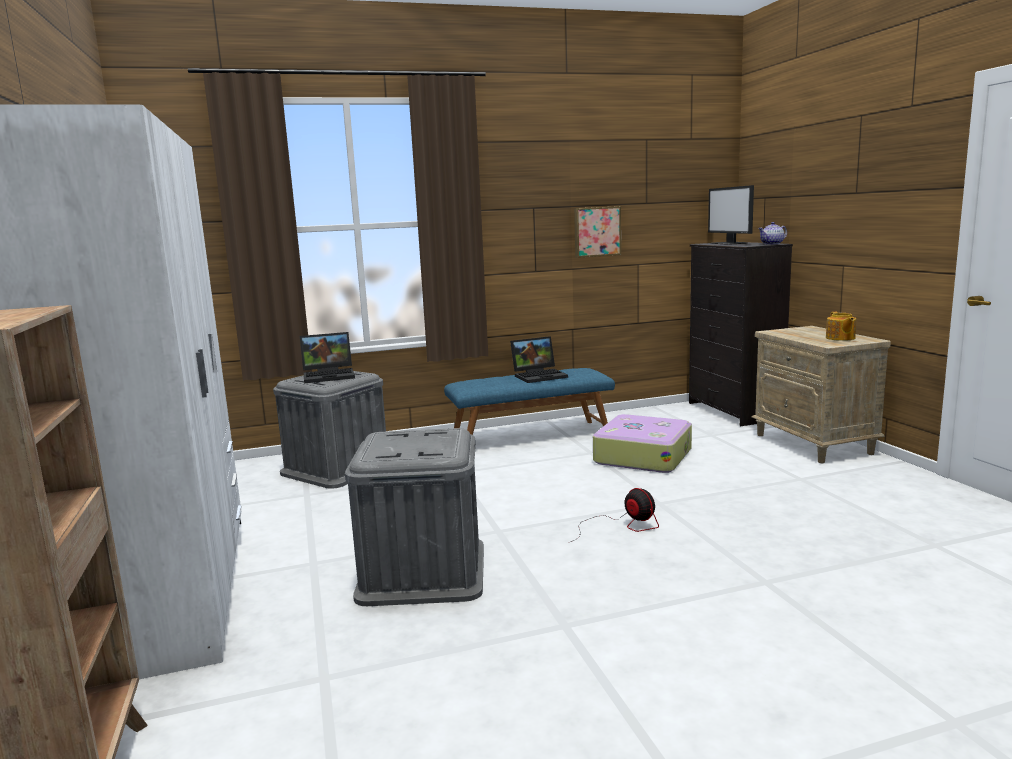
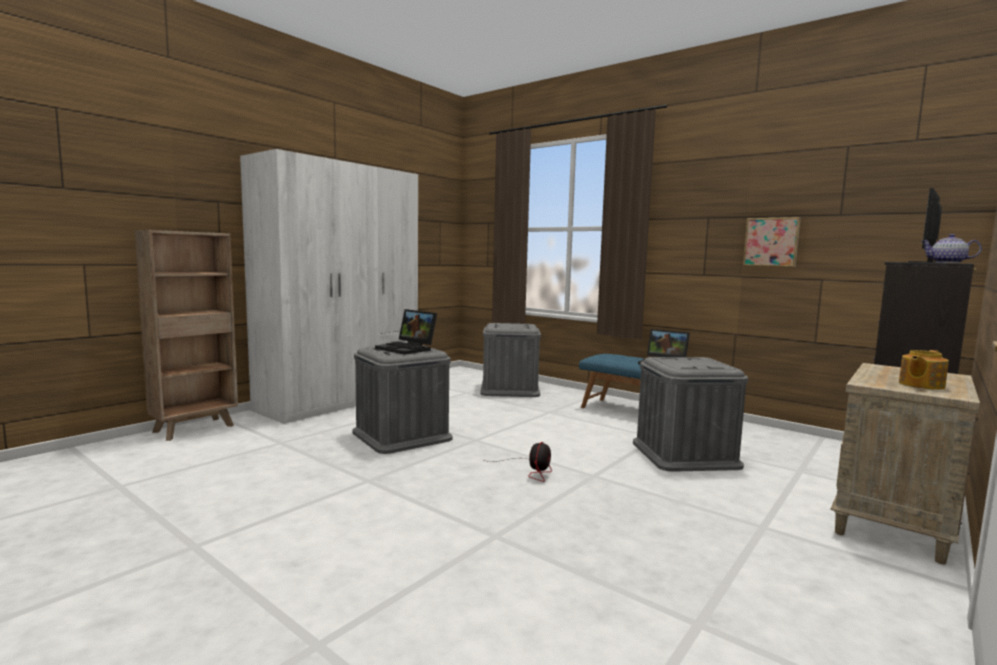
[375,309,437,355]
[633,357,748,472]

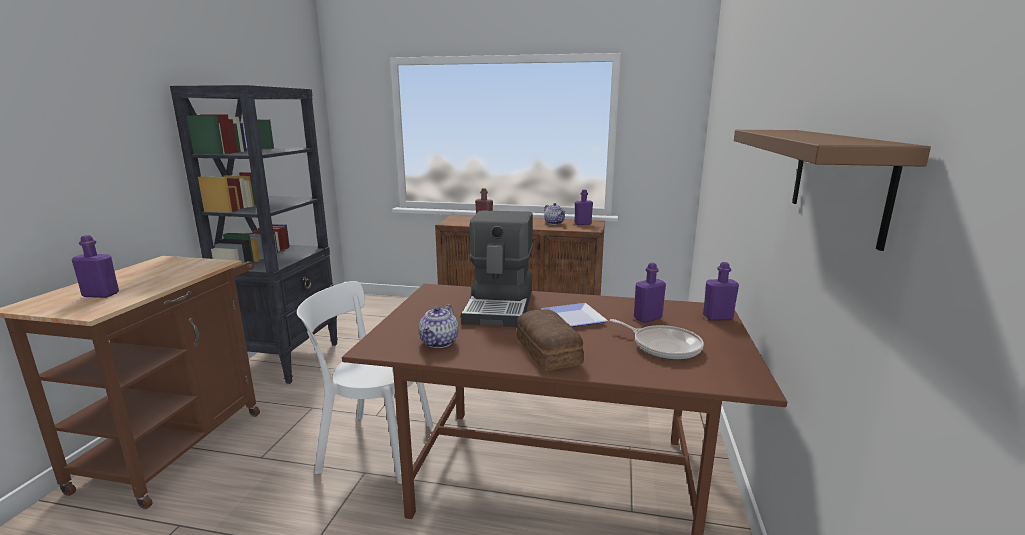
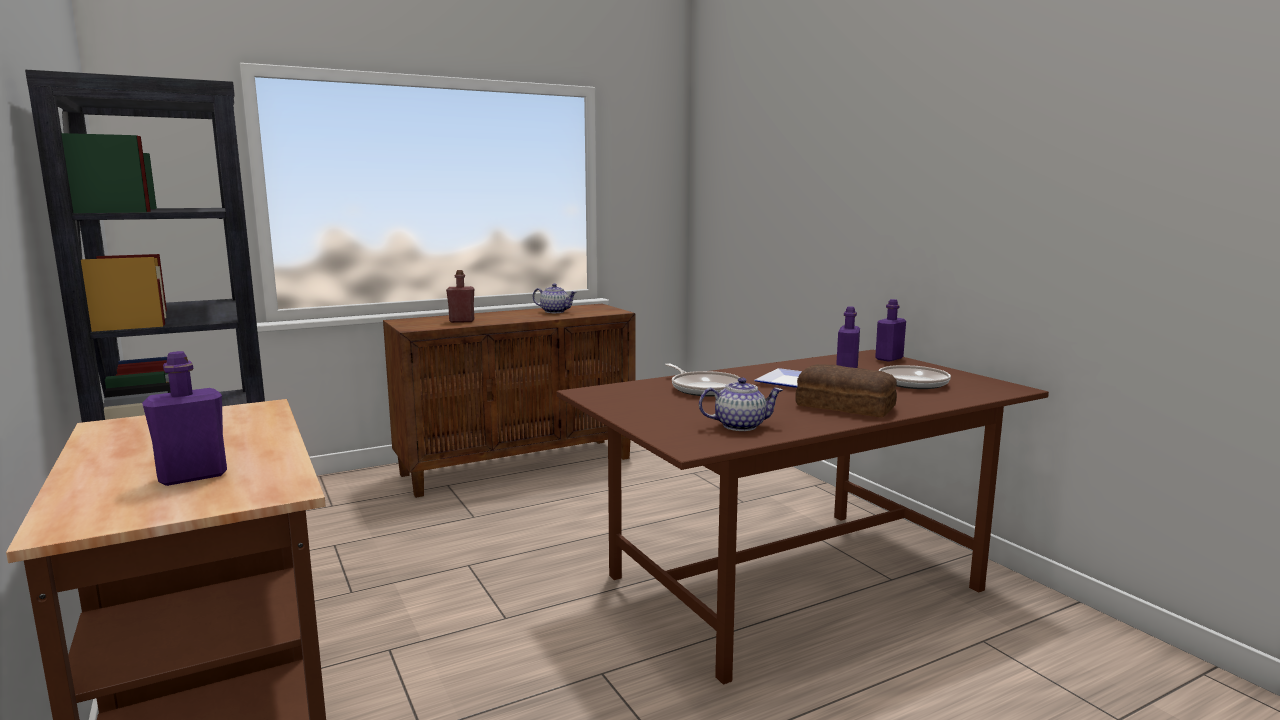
[665,363,741,396]
[699,377,783,431]
[297,281,433,484] (first image)
[574,190,593,225] (first image)
[734,130,931,251] (first image)

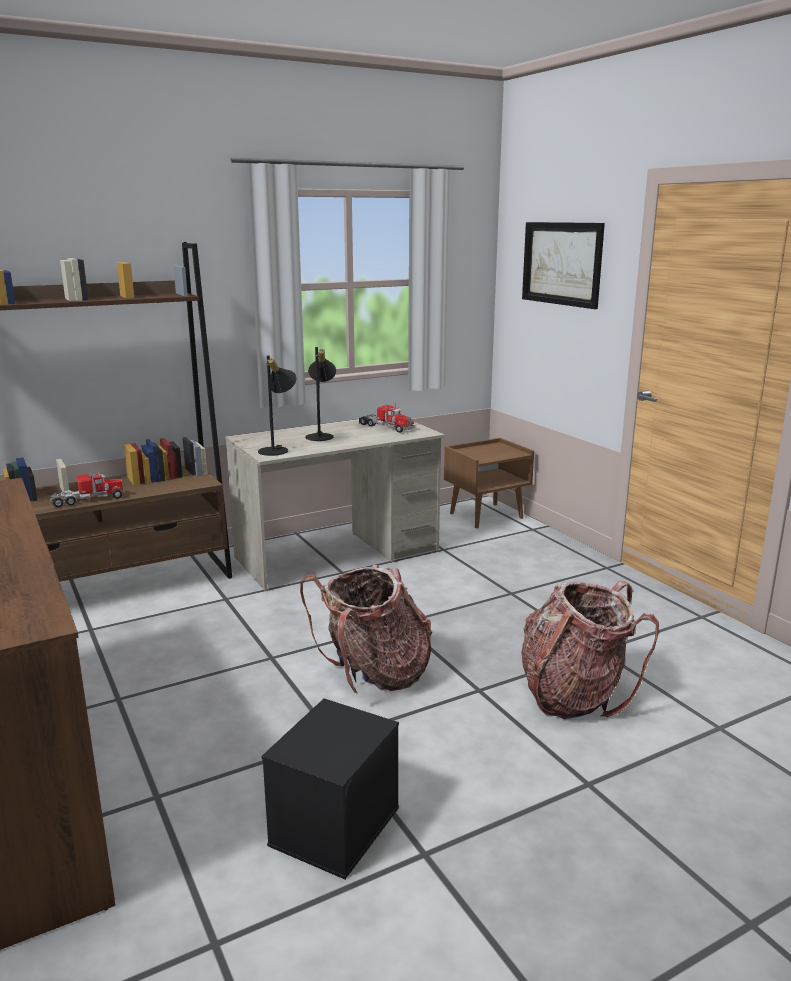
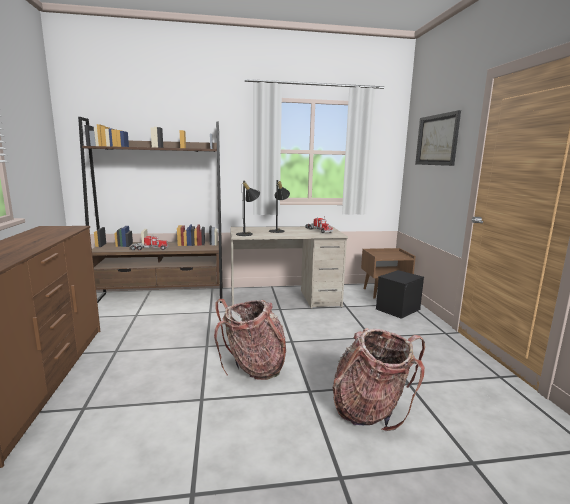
[376,270,424,319]

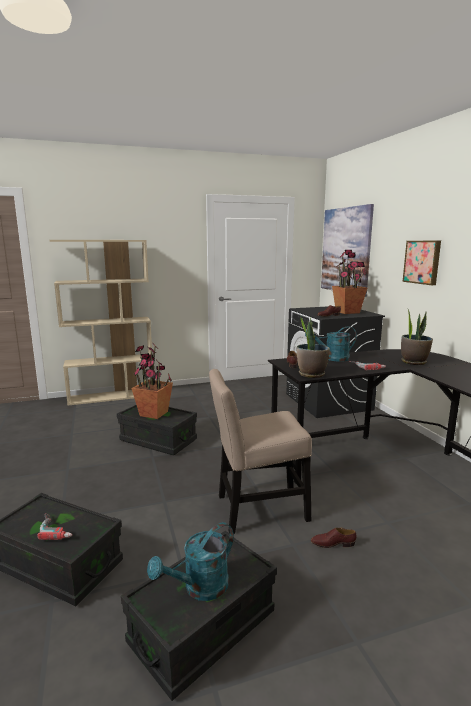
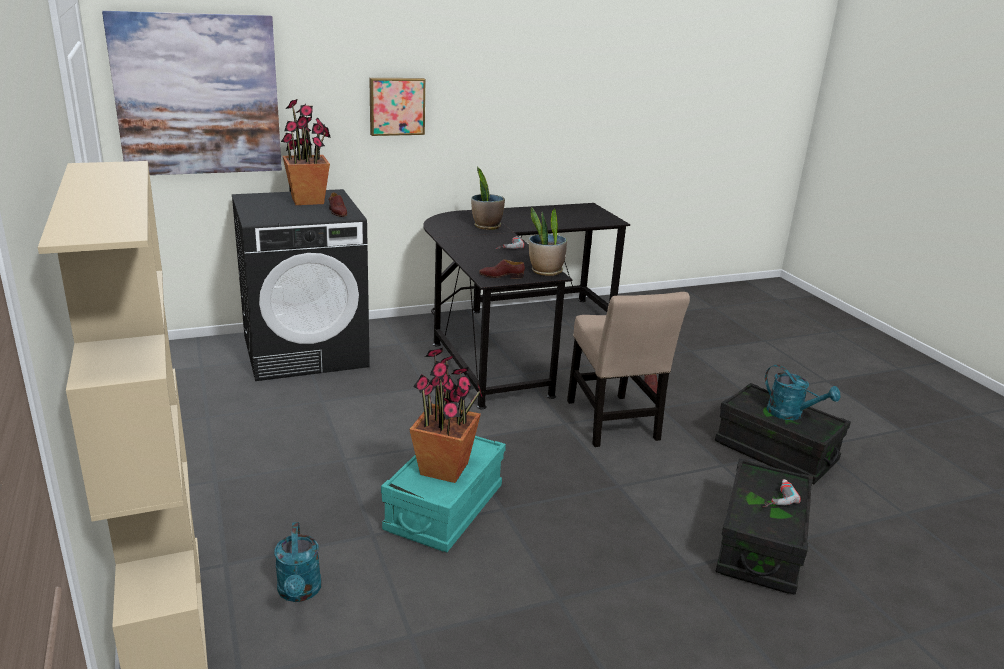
[274,522,321,602]
[381,436,506,552]

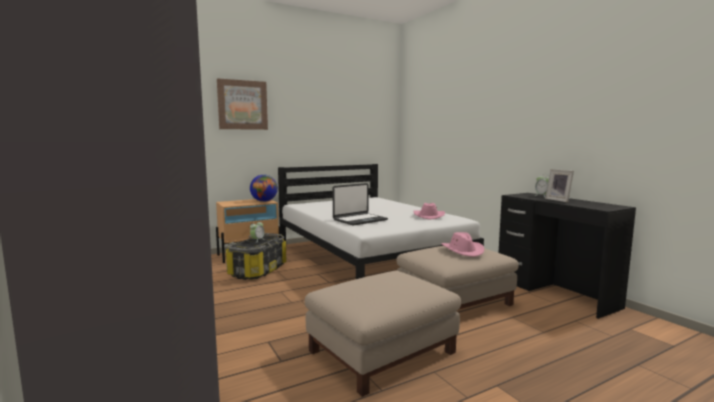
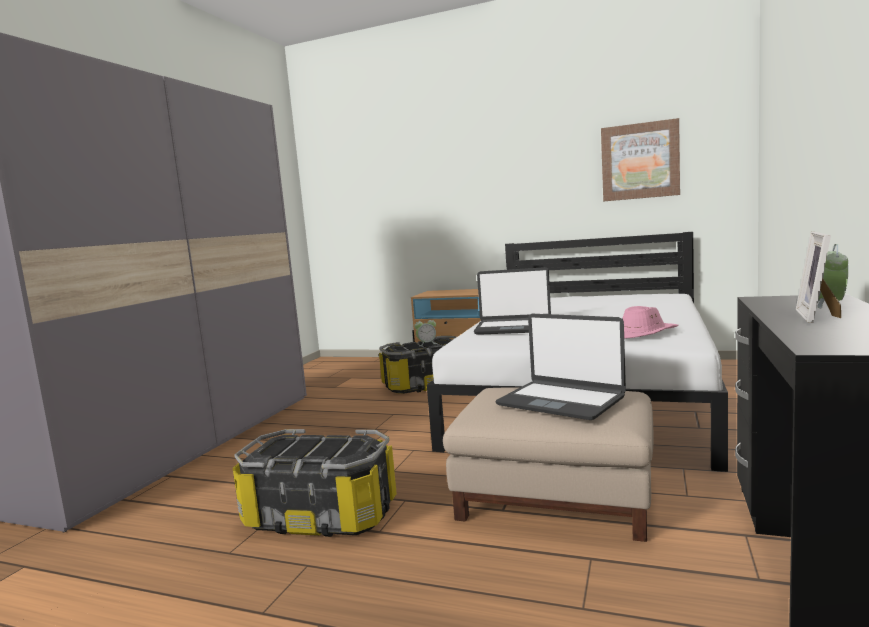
[233,429,397,537]
[495,314,626,420]
[601,118,680,201]
[250,174,278,202] (first image)

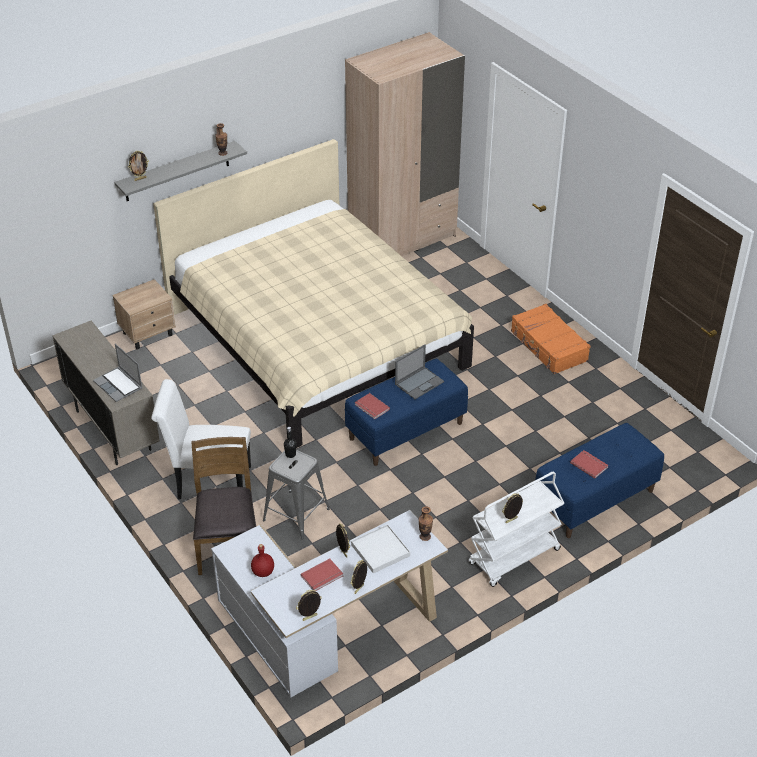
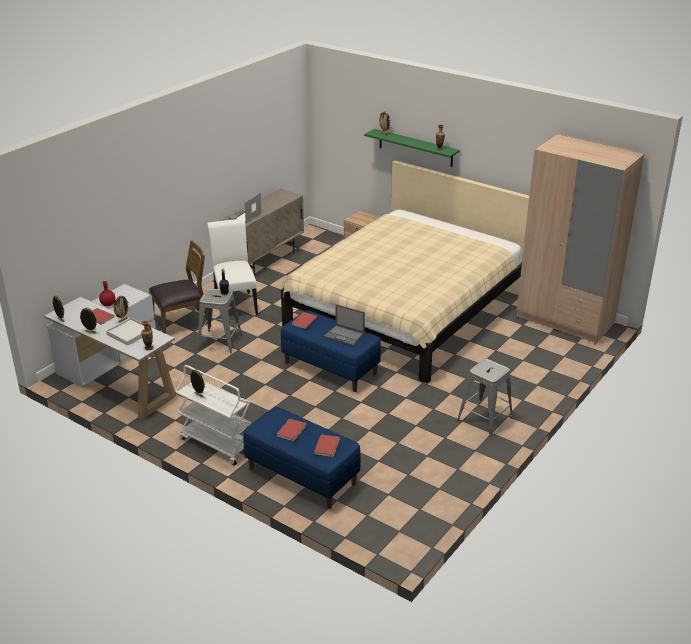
[314,435,340,457]
[364,129,460,167]
[457,359,513,437]

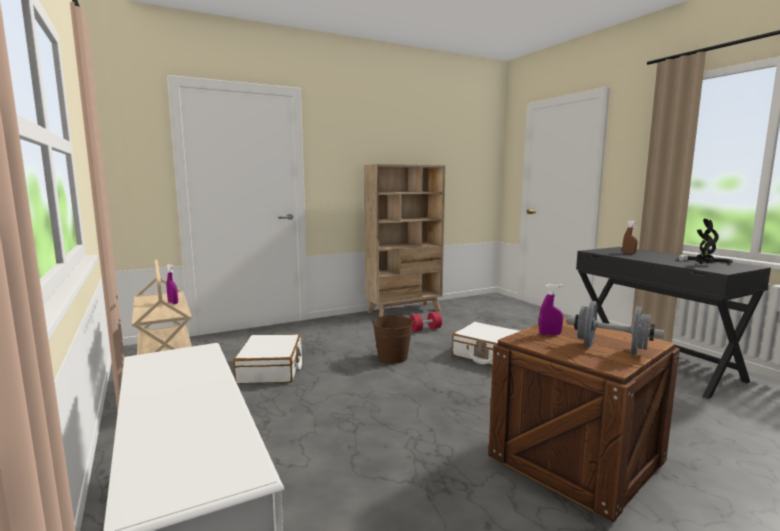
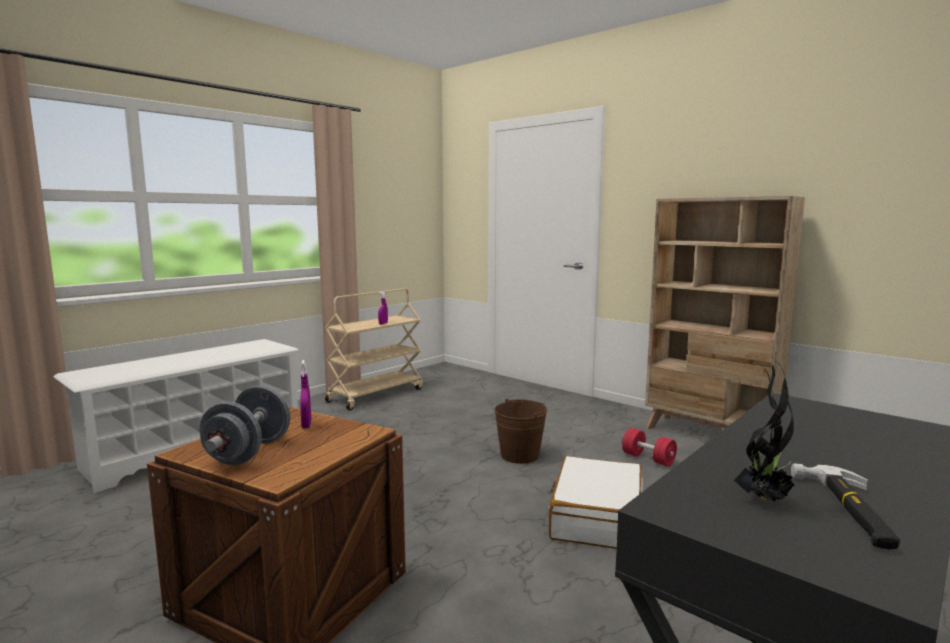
[233,334,302,384] (first image)
[623,221,638,254] (first image)

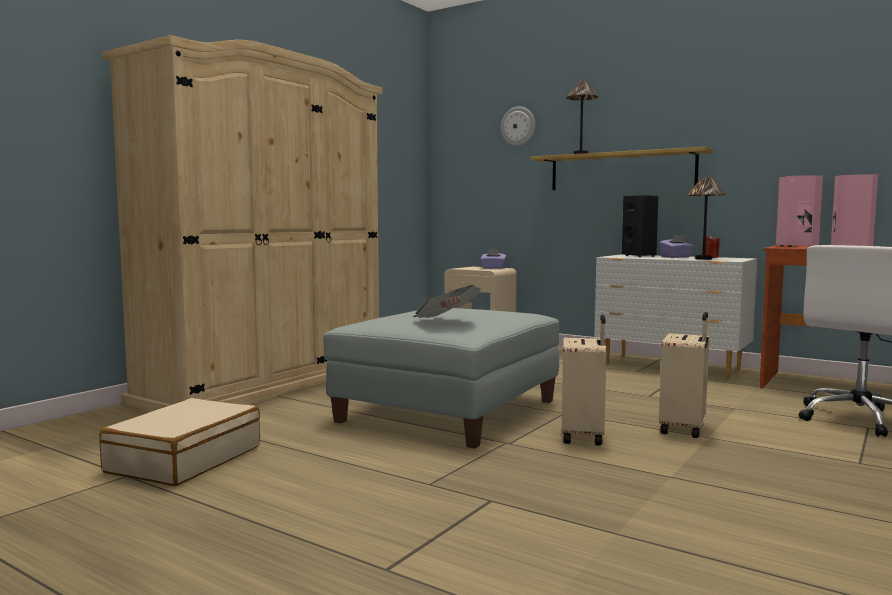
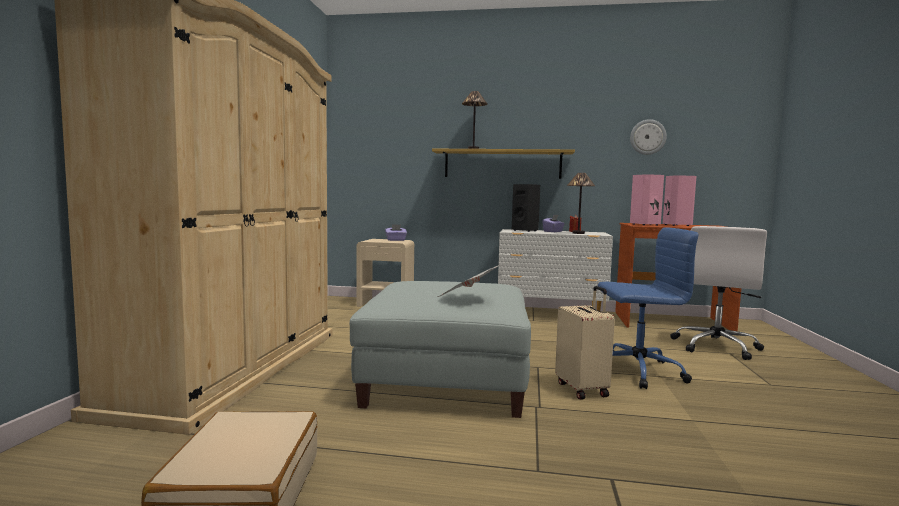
[598,227,698,389]
[630,119,667,155]

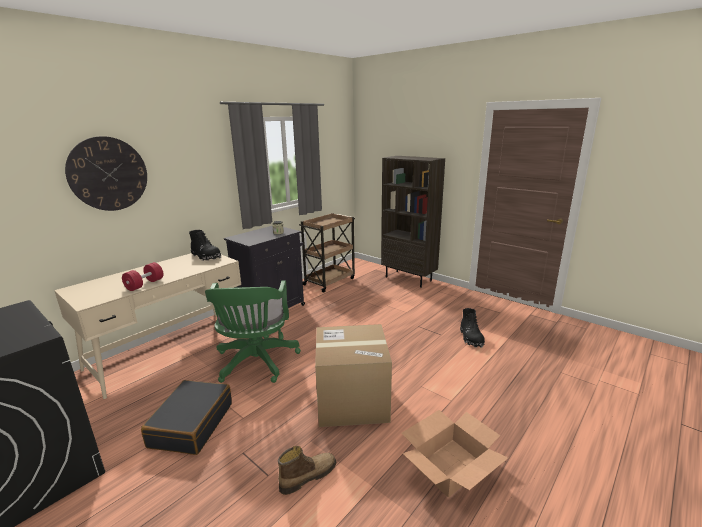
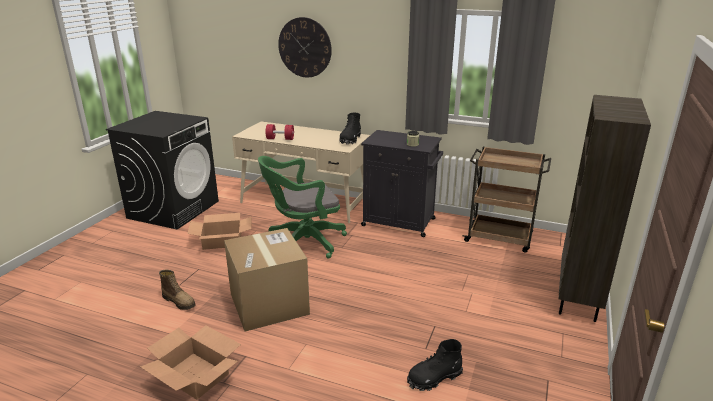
[187,213,252,250]

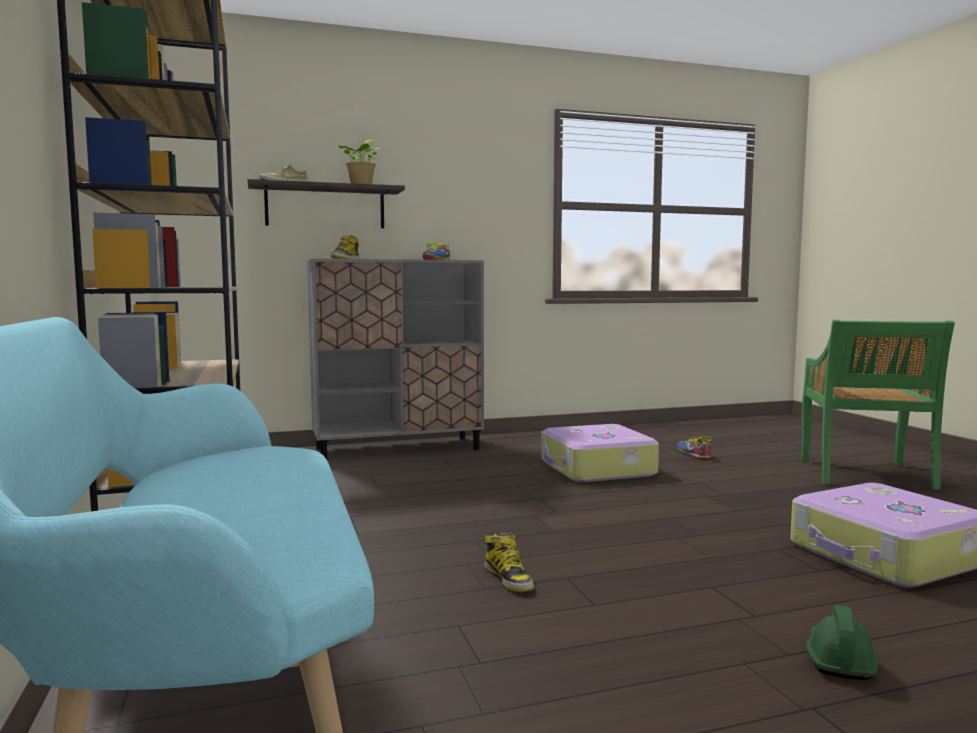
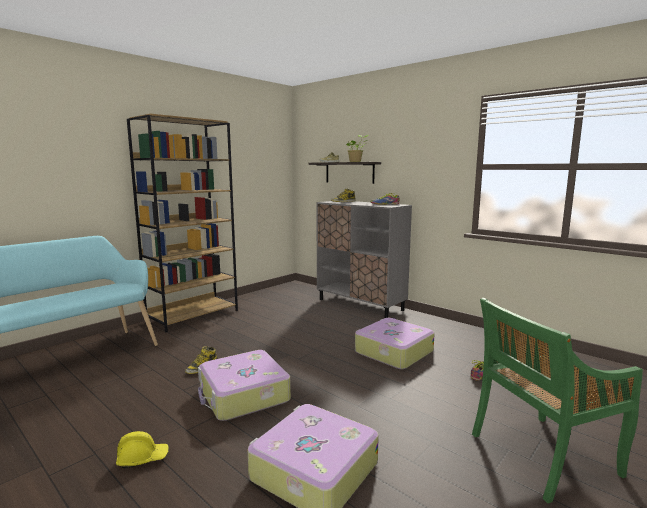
[116,431,169,469]
[198,350,291,421]

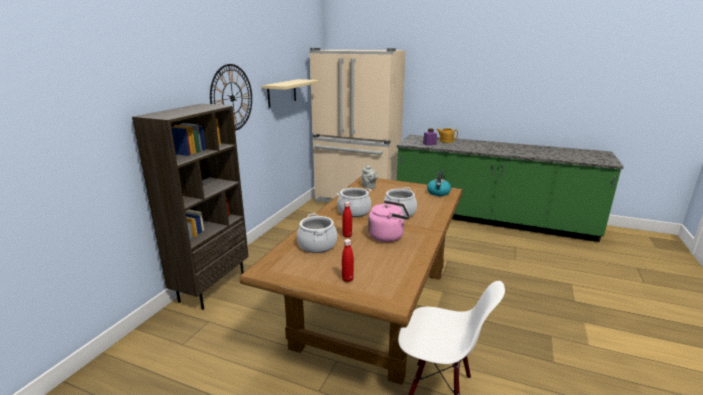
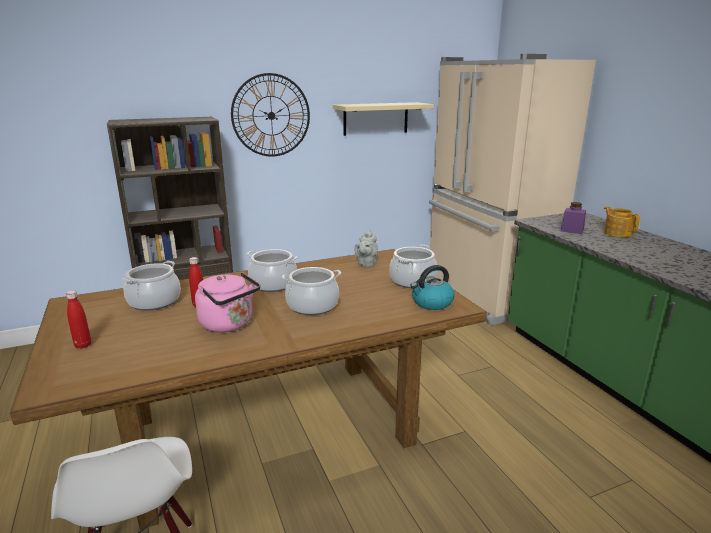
[389,244,438,288]

